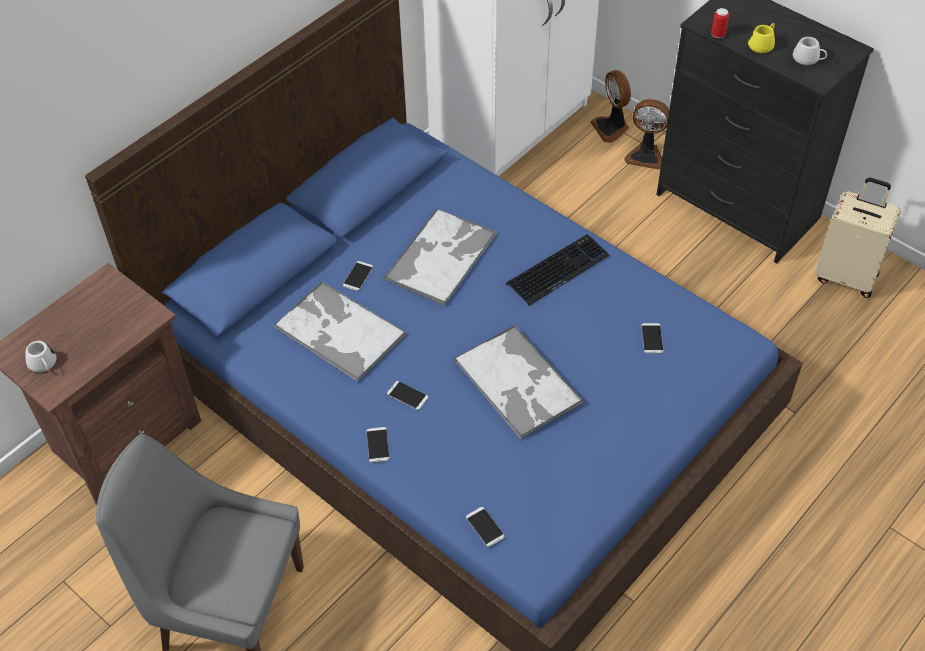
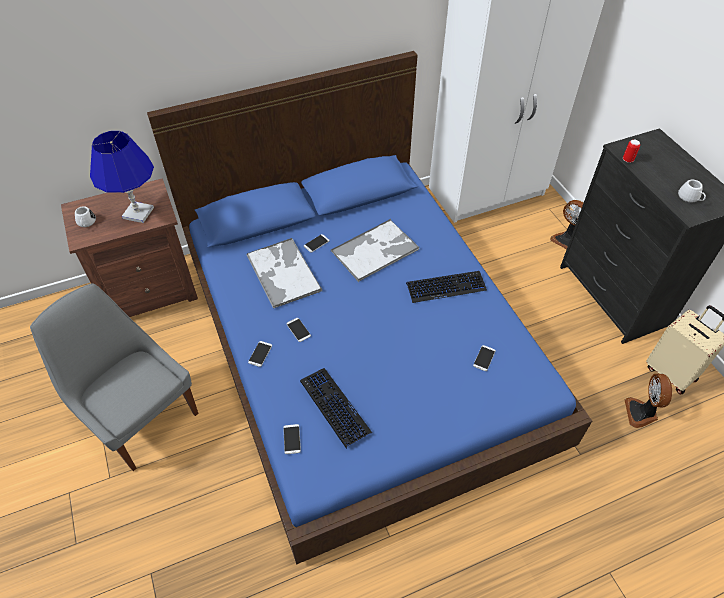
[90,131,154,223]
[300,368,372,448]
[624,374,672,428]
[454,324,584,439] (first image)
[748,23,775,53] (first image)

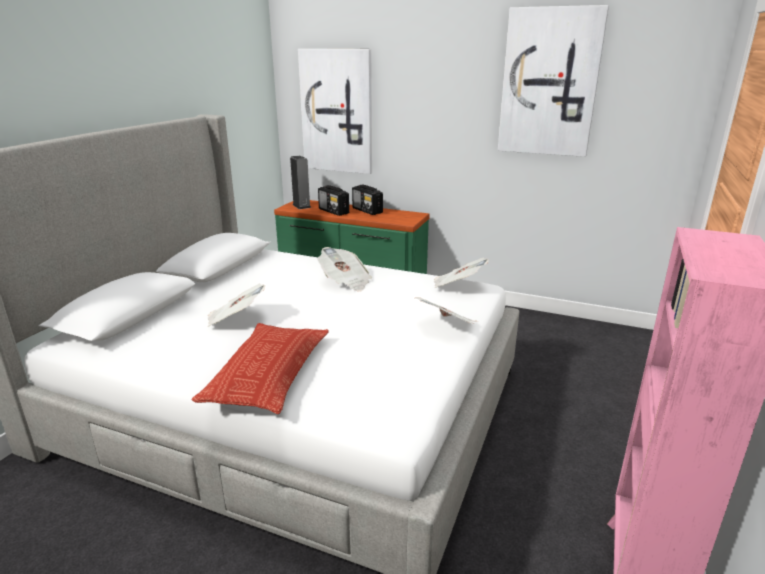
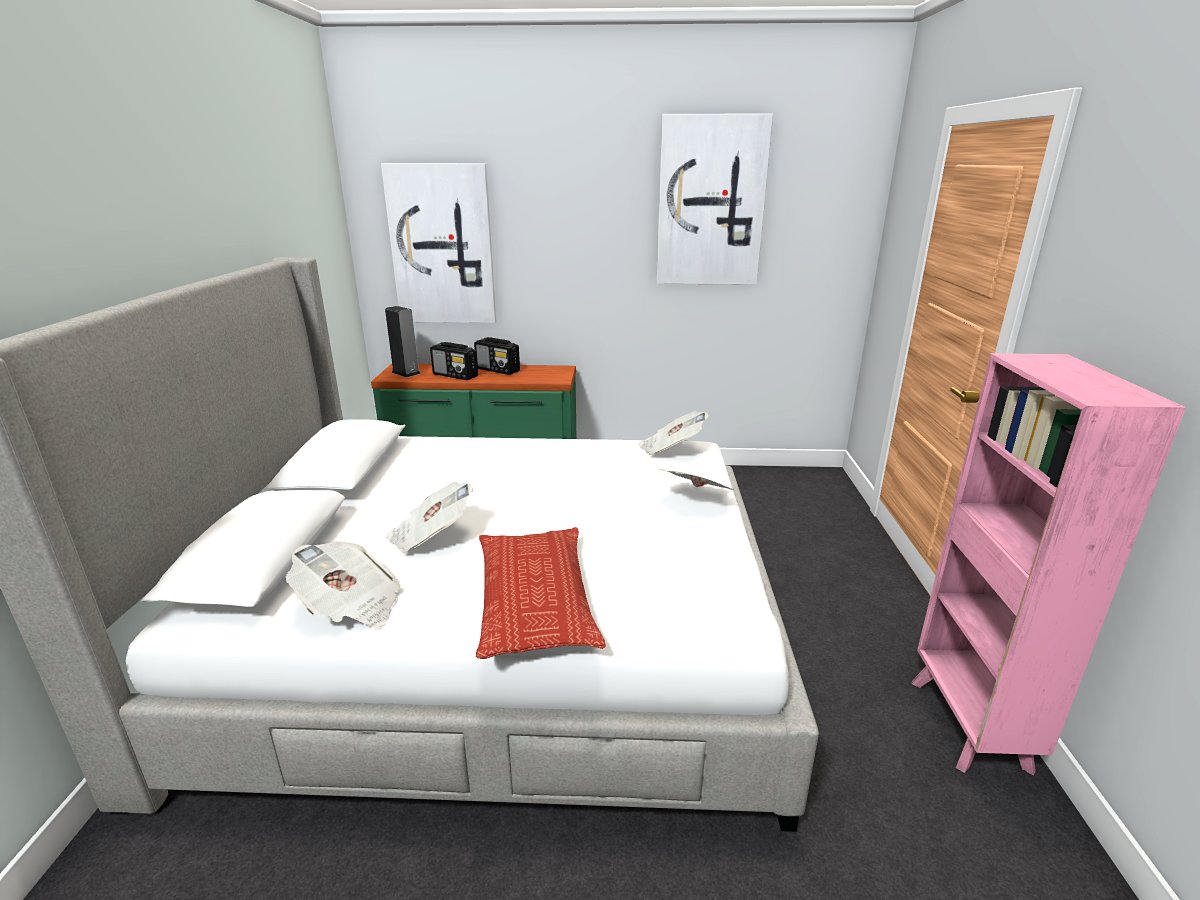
[286,541,401,628]

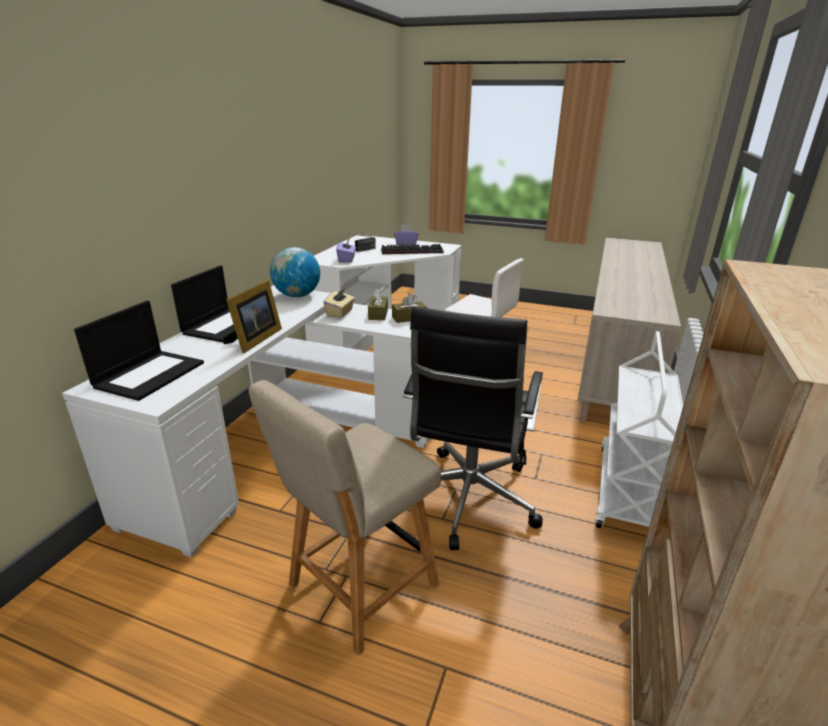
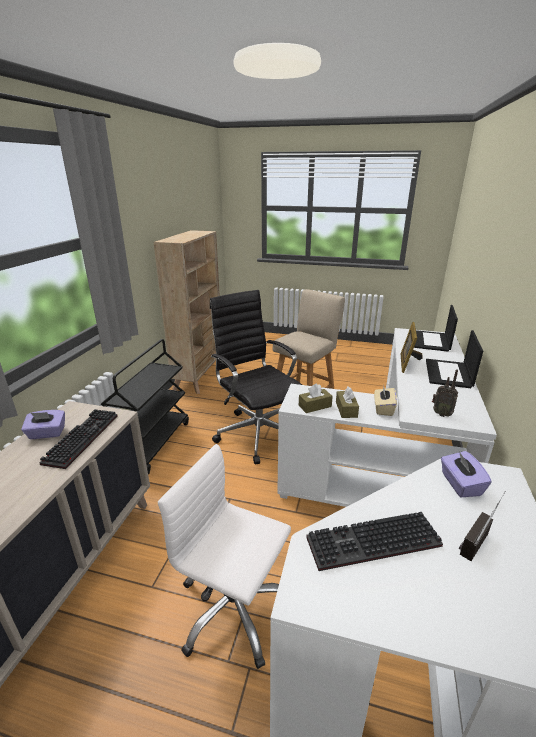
[21,410,65,439]
[40,409,118,469]
[101,339,189,475]
[210,290,302,465]
[432,369,458,417]

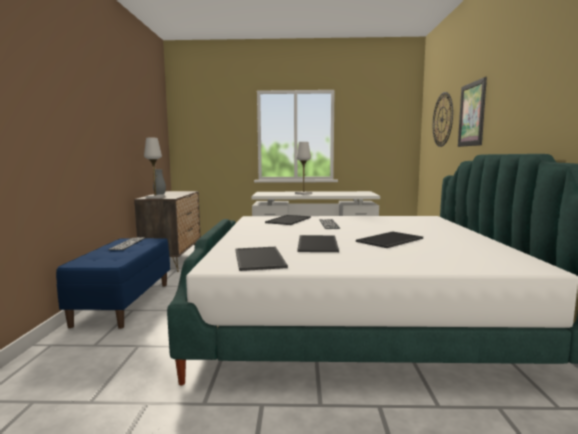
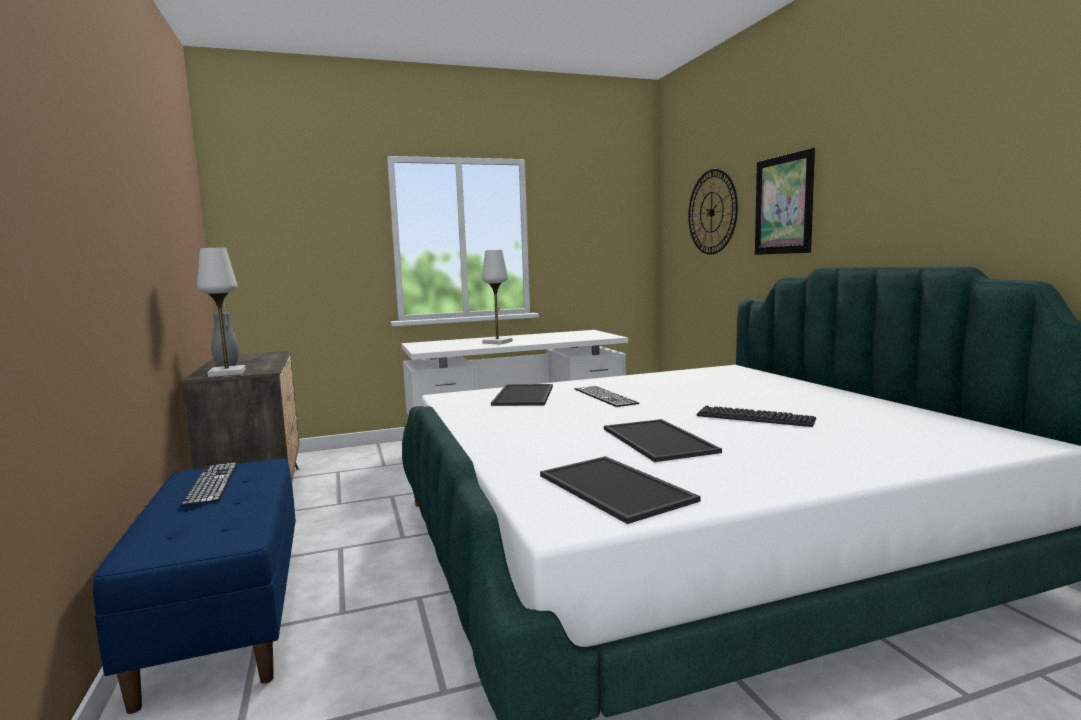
[696,406,816,427]

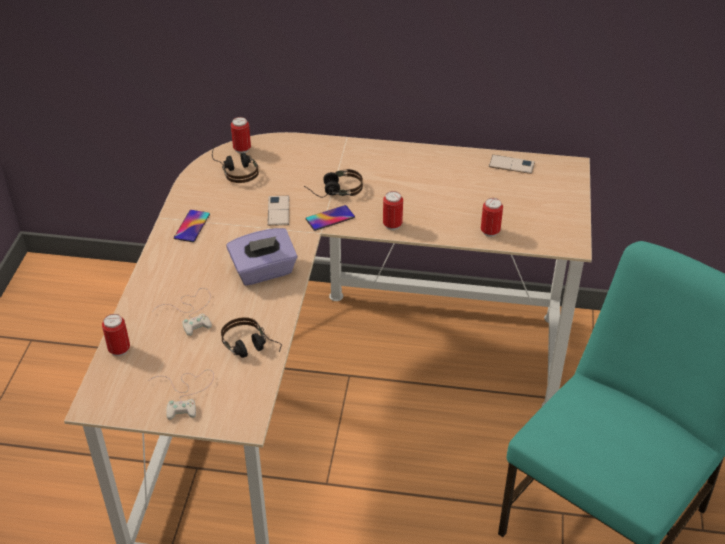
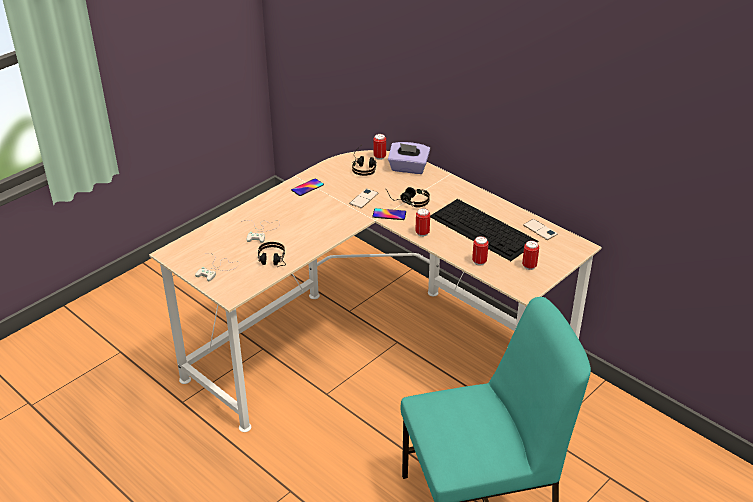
[388,142,430,174]
[430,199,538,261]
[522,241,539,270]

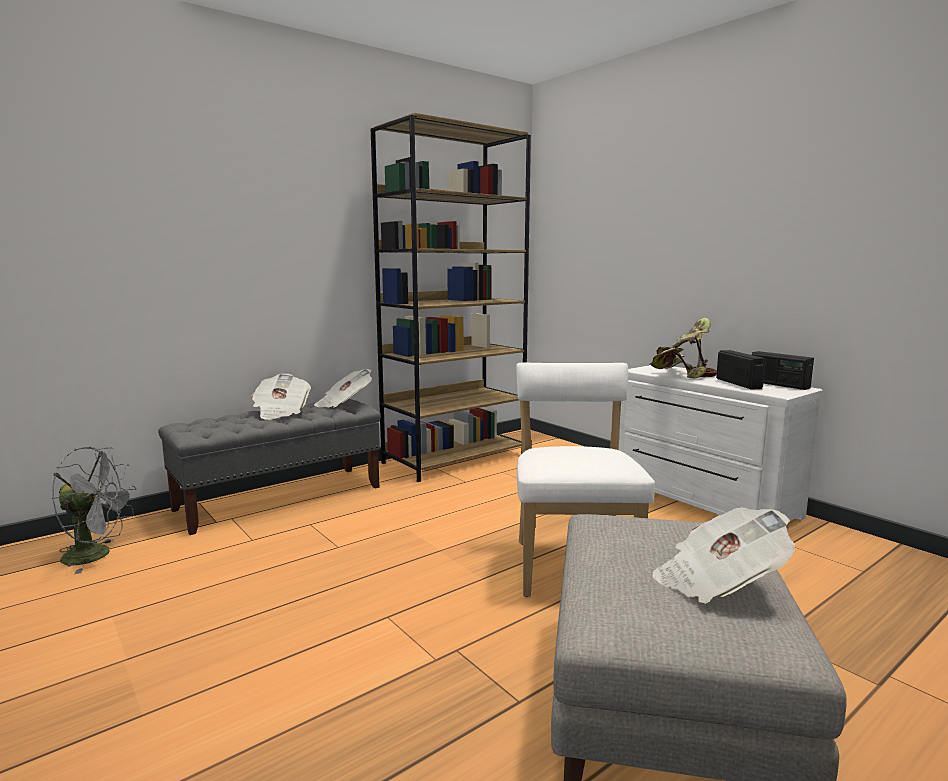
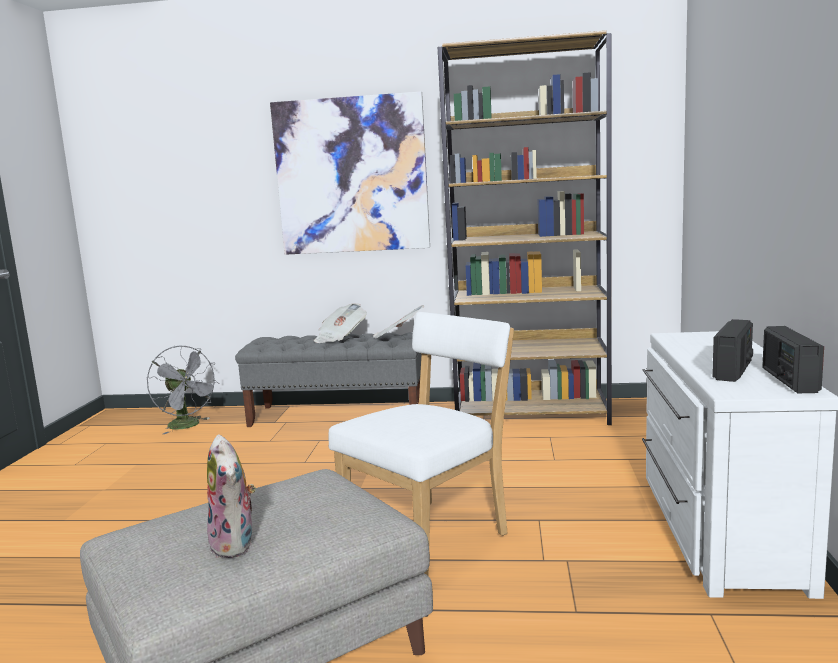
[207,435,256,558]
[270,91,430,255]
[649,318,717,379] (first image)

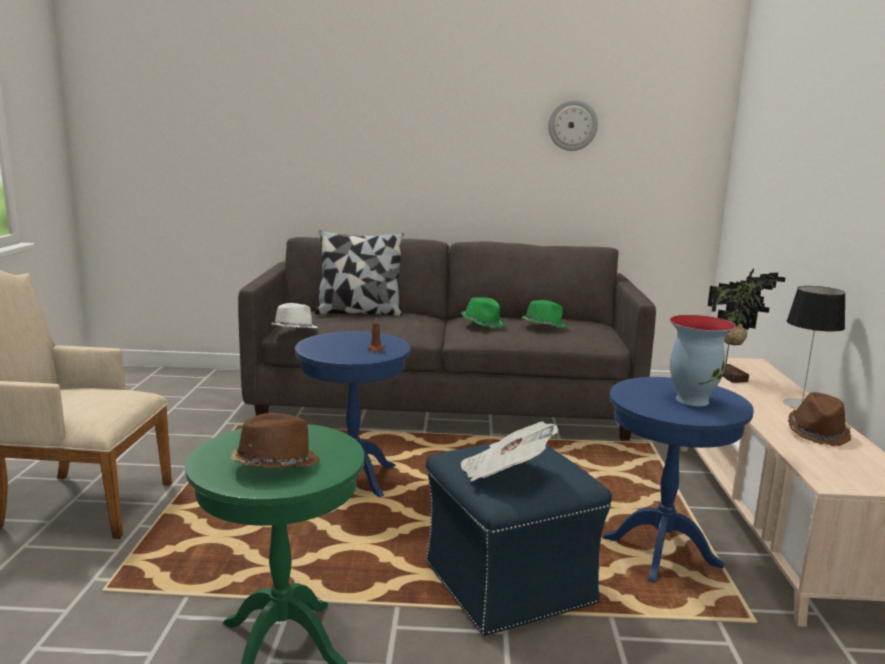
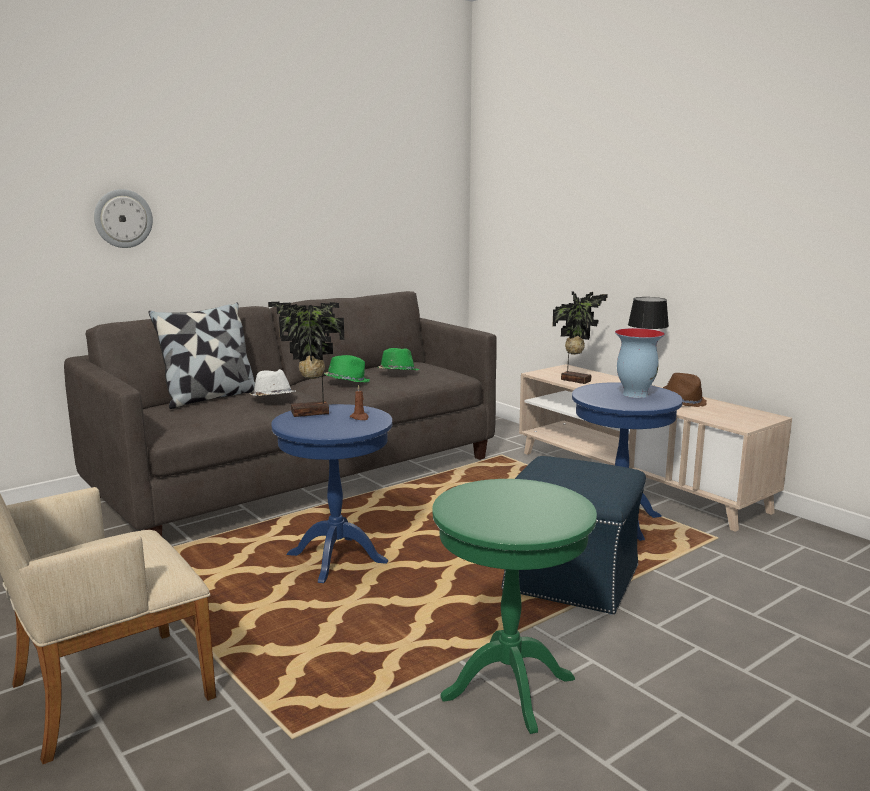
[94,189,153,248]
[249,369,296,396]
[268,302,344,417]
[231,413,320,469] (first image)
[460,421,558,482] (first image)

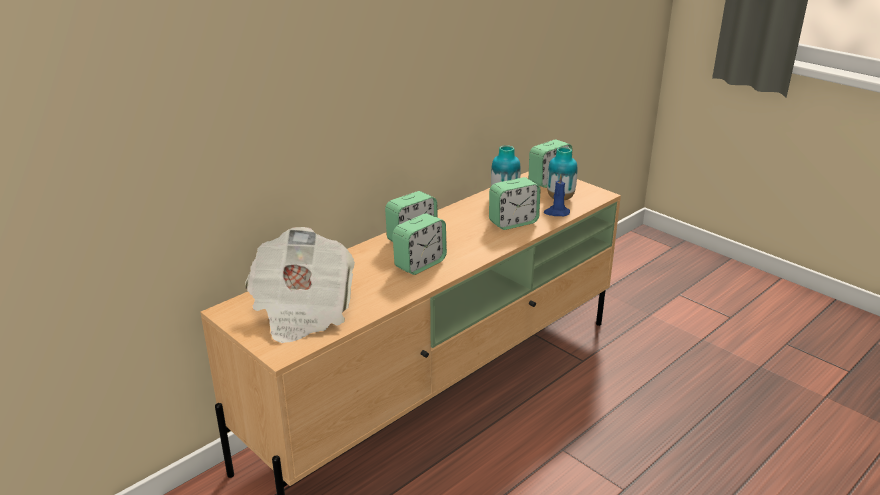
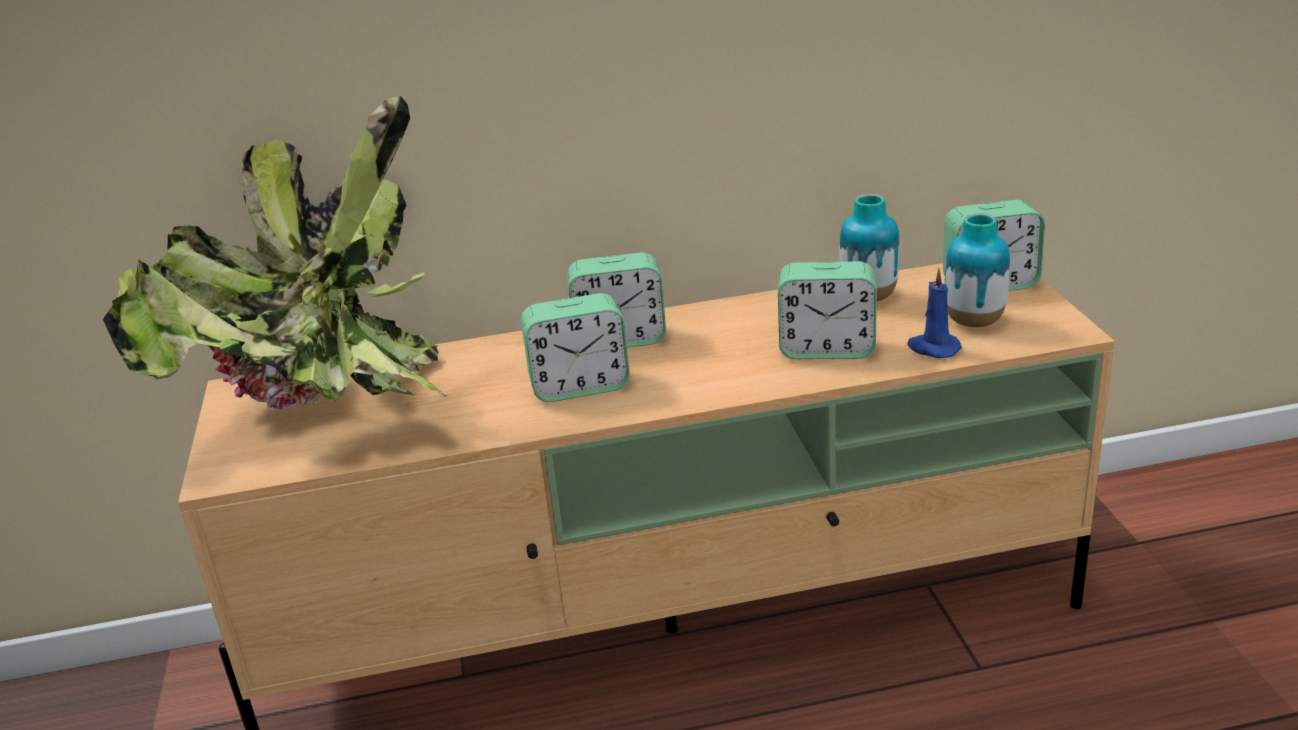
[103,96,447,411]

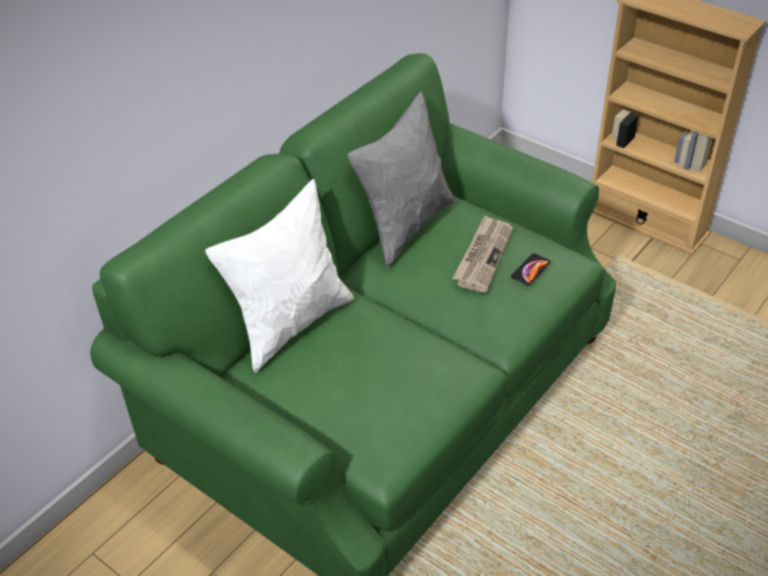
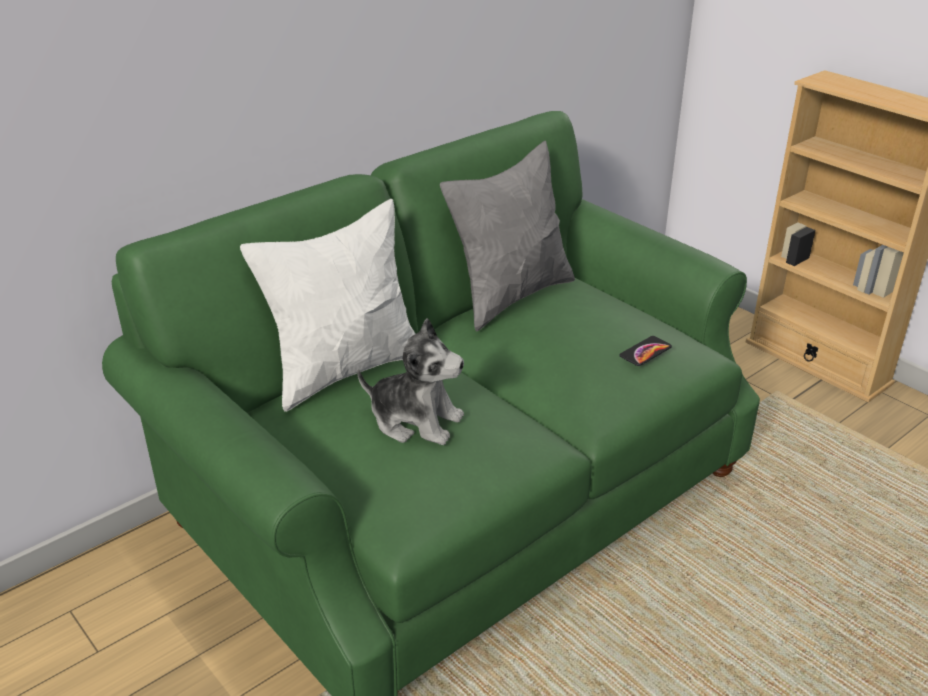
[357,318,464,445]
[452,215,513,292] (first image)

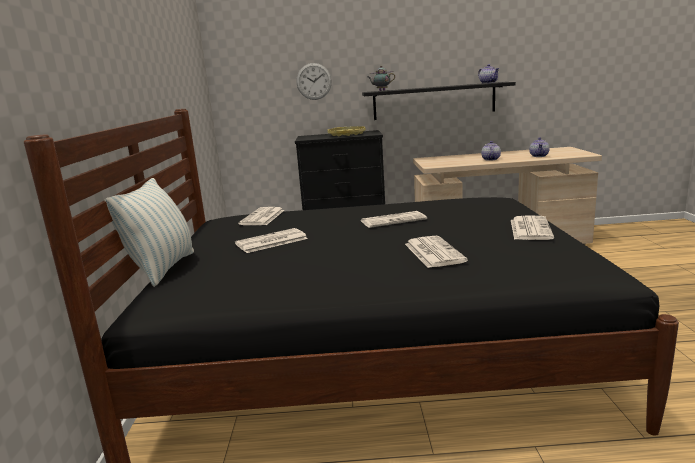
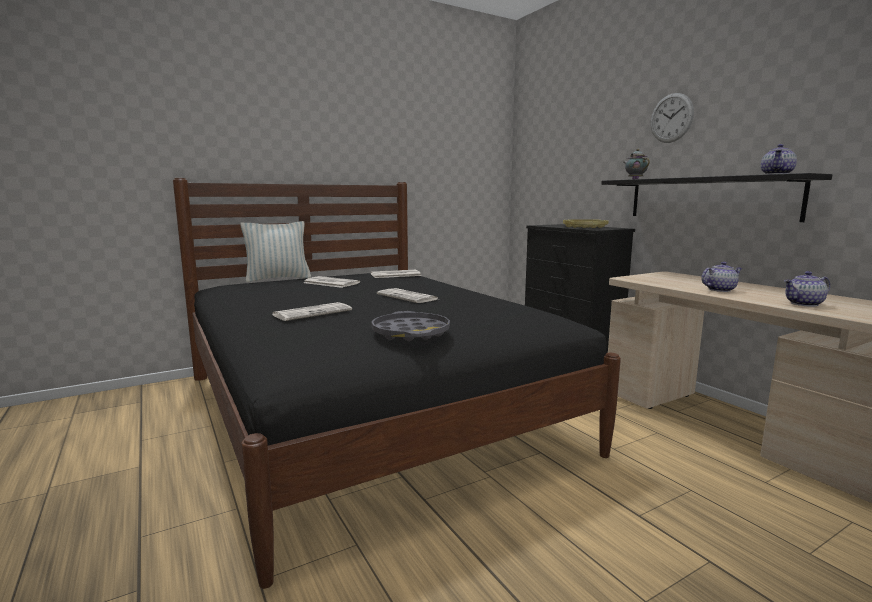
[371,311,450,341]
[651,93,694,143]

